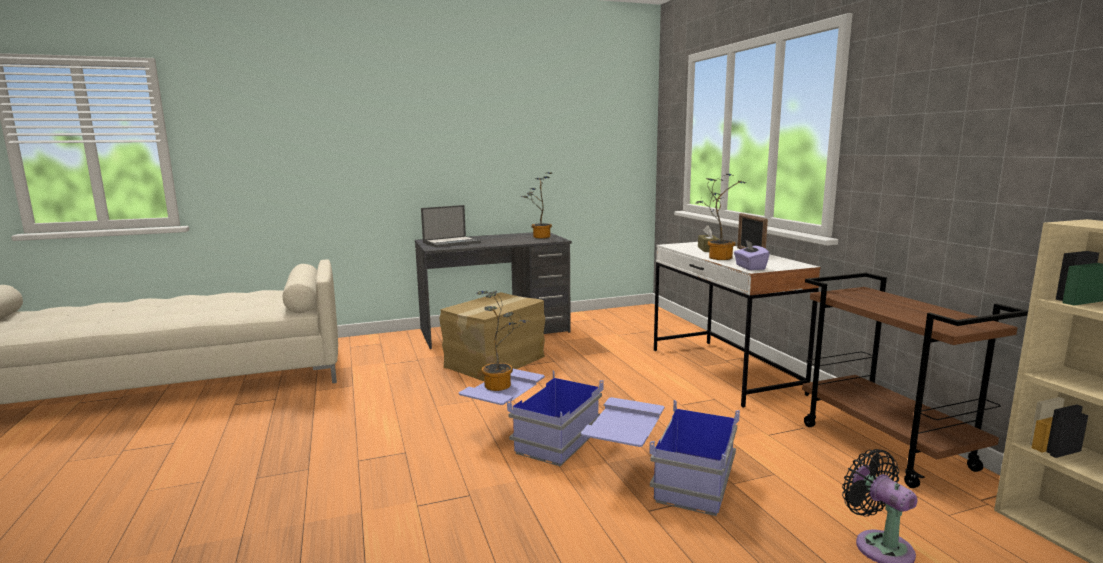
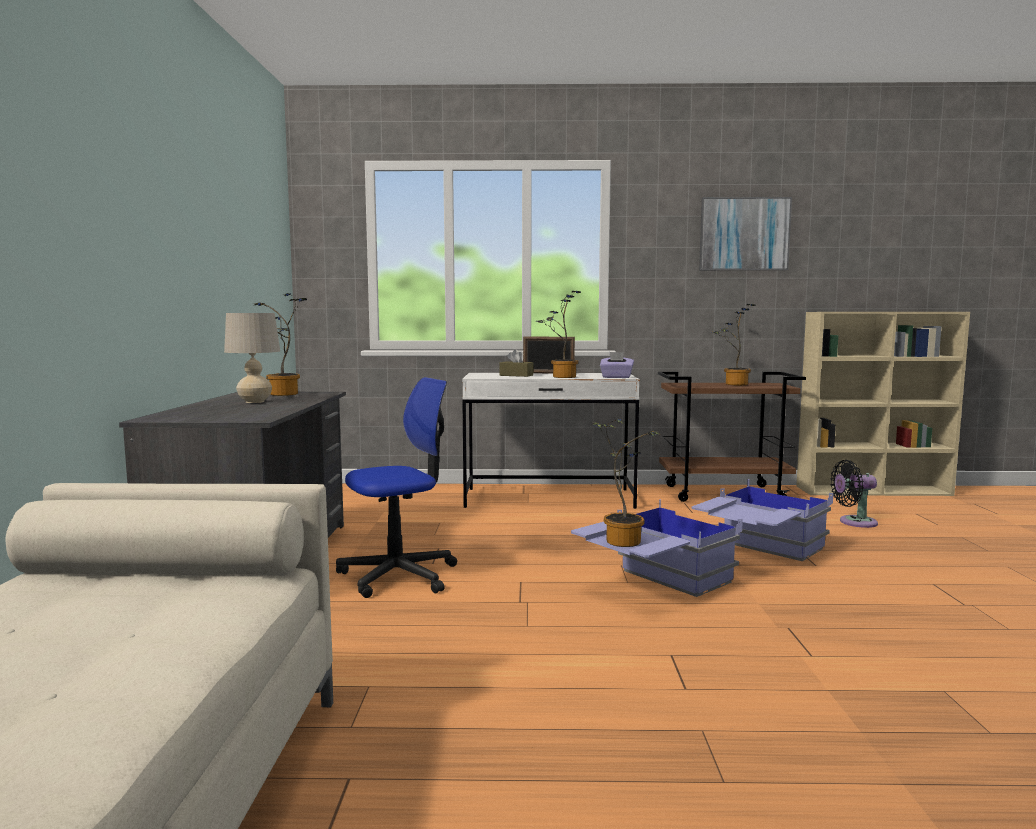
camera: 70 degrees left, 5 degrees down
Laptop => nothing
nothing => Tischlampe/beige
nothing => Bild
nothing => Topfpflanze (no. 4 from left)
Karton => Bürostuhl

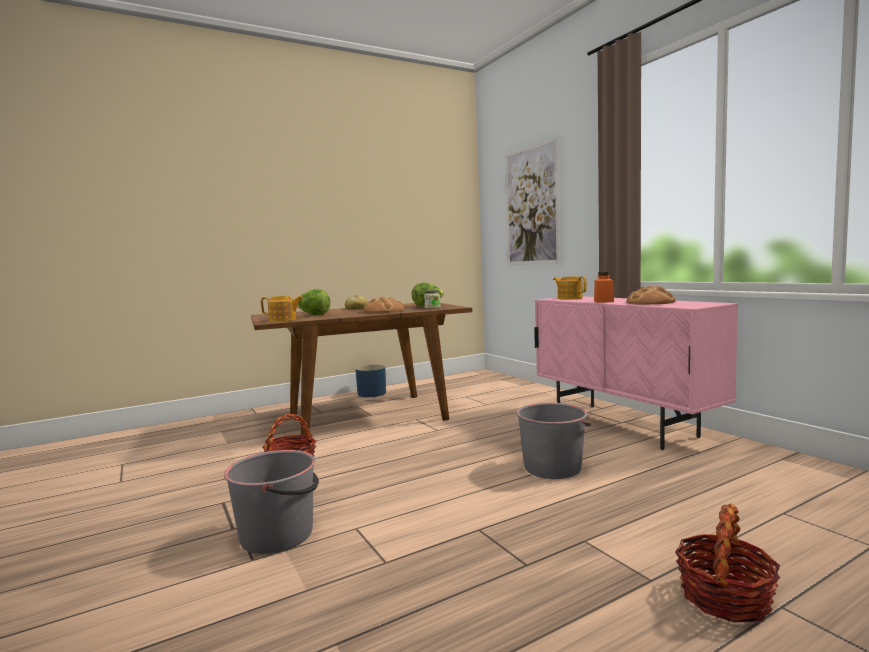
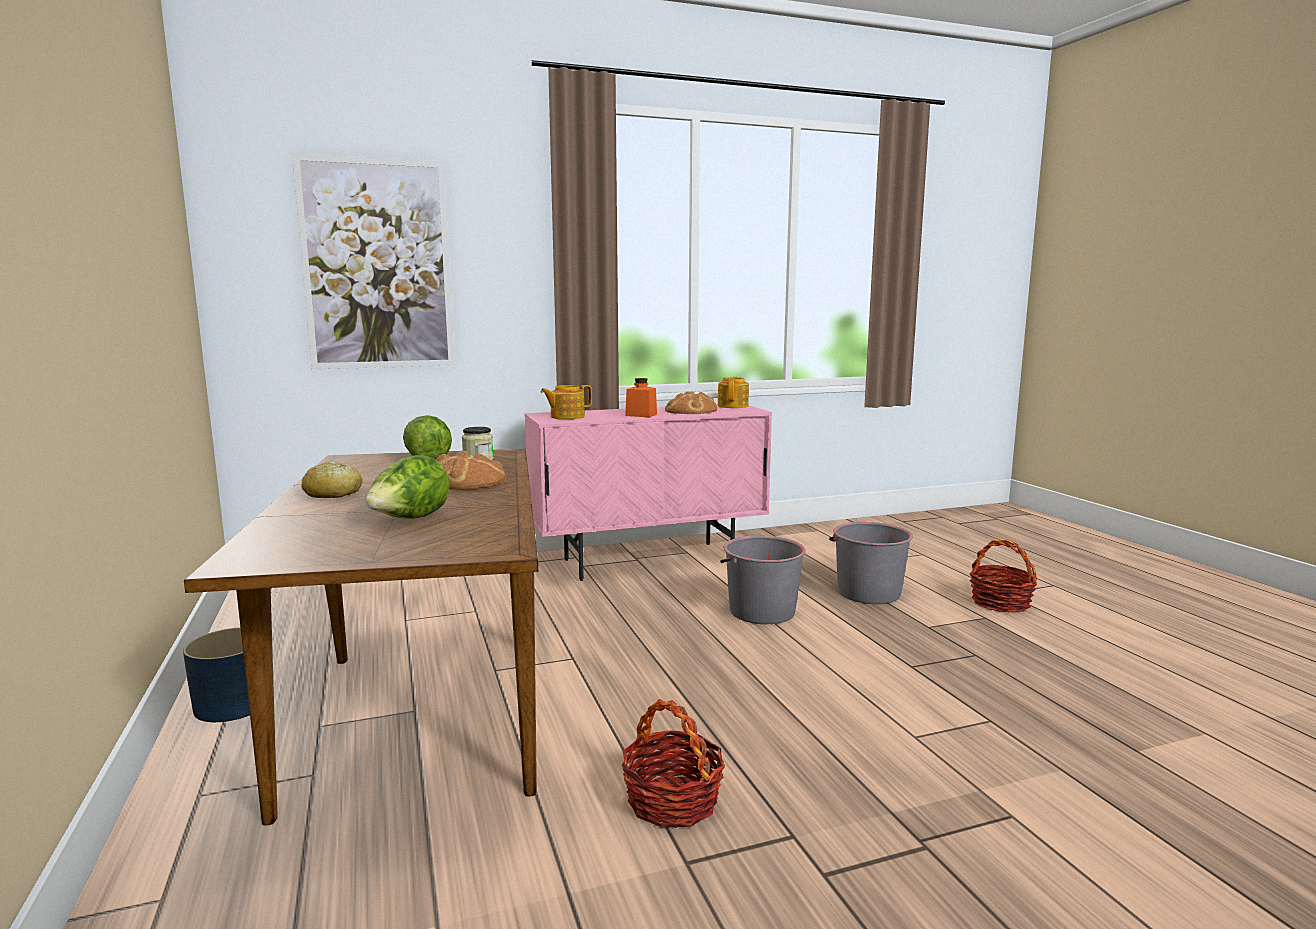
camera: 80 degrees left, 5 degrees up
Eimer/grau (no. 1 from left in the first image) => Eimer/grau (no. 2 from left), relocated
Teekanne (no. 1 from left in the first image) => Teekanne (no. 2 from left), relocated

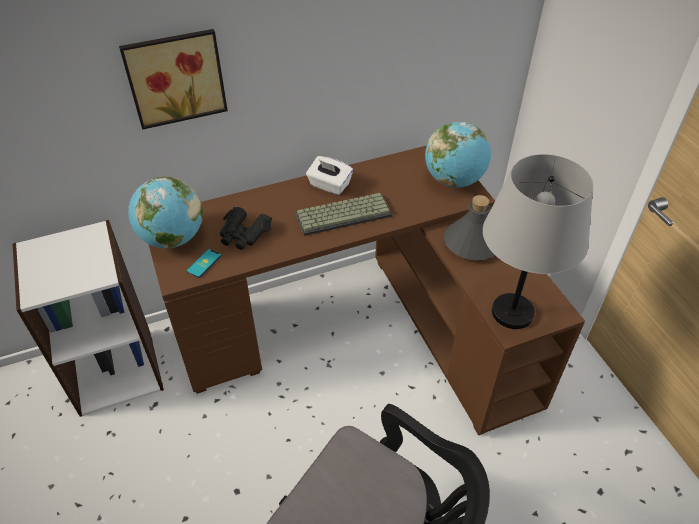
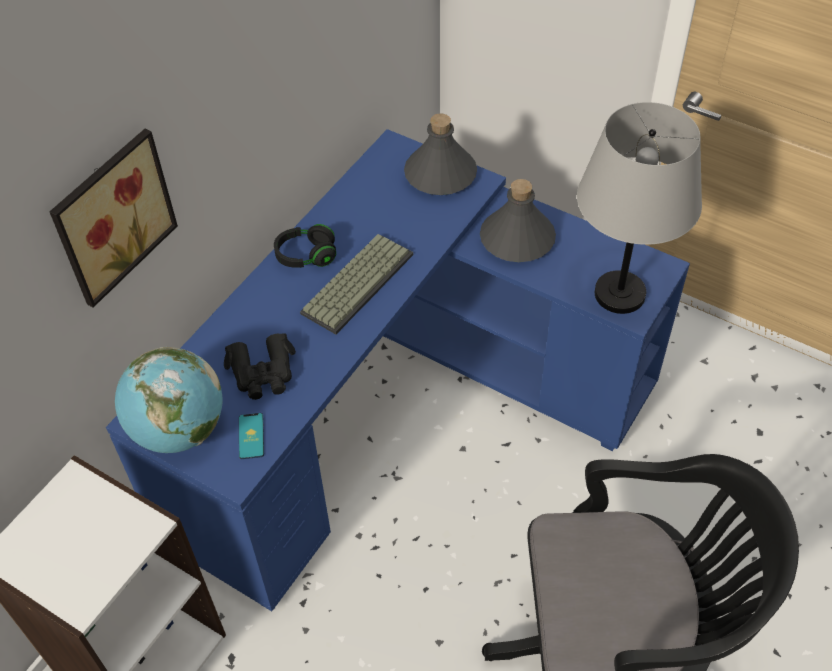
camera: 35 degrees left, 5 degrees up
Taschentuchbox/weiß => Kopfhörer/schwarz
Globus (no. 2 from left) => Flasche/grau (no. 1 from left)
Schreibtisch/braun => Schreibtisch/blau

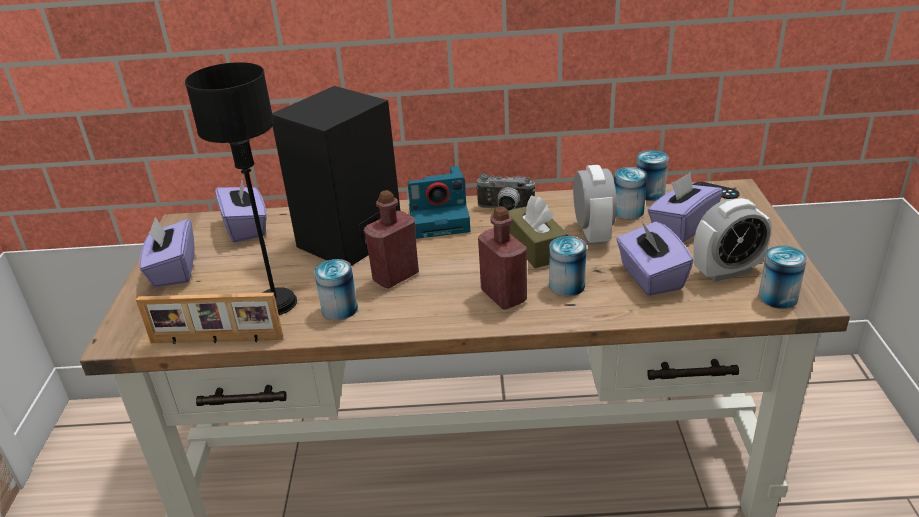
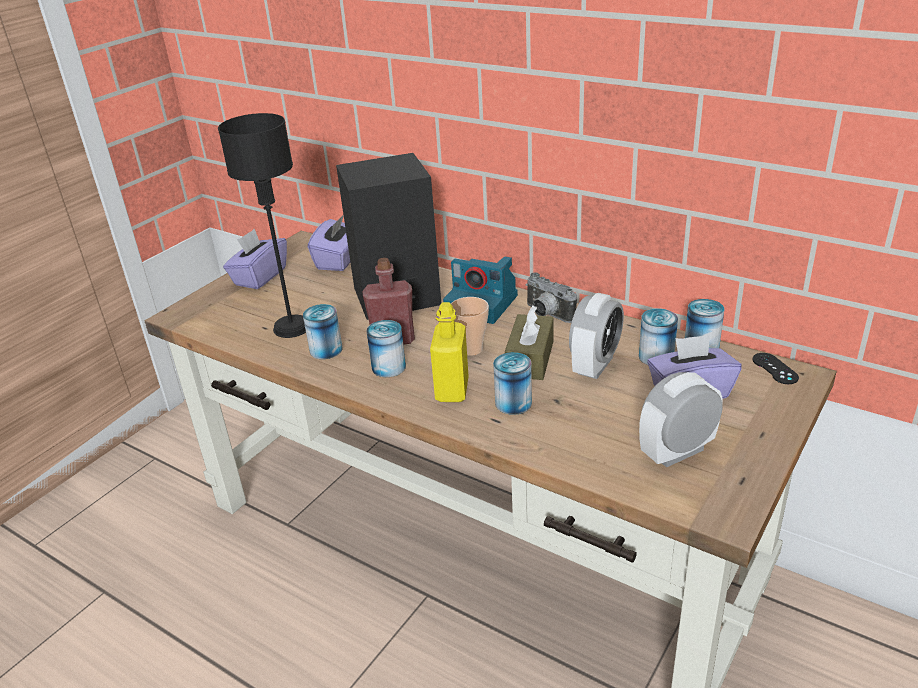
camera: 35 degrees right, 0 degrees up
Bilderrahmen => nothing
Taschentuchbox/lila (no. 3 from left) => nothing
nothing => Tasse
Dose (no. 5 from left in the first image) => Dose (no. 2 from left), relocated
Flasche/rot (no. 2 from left) => Flasche/gelb
Wecker (no. 2 from left), 135 degrees clockwise

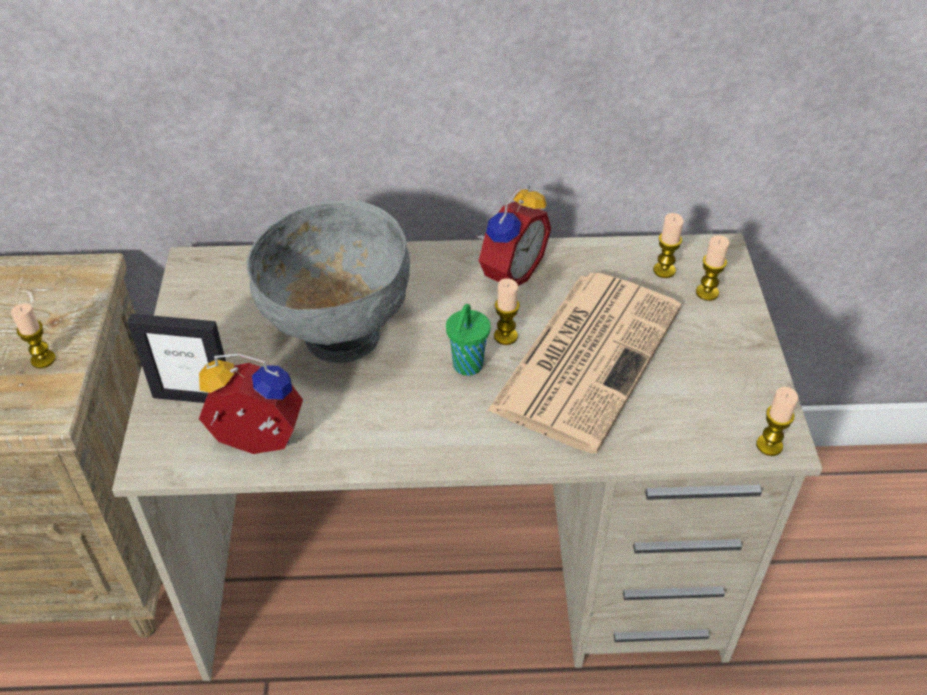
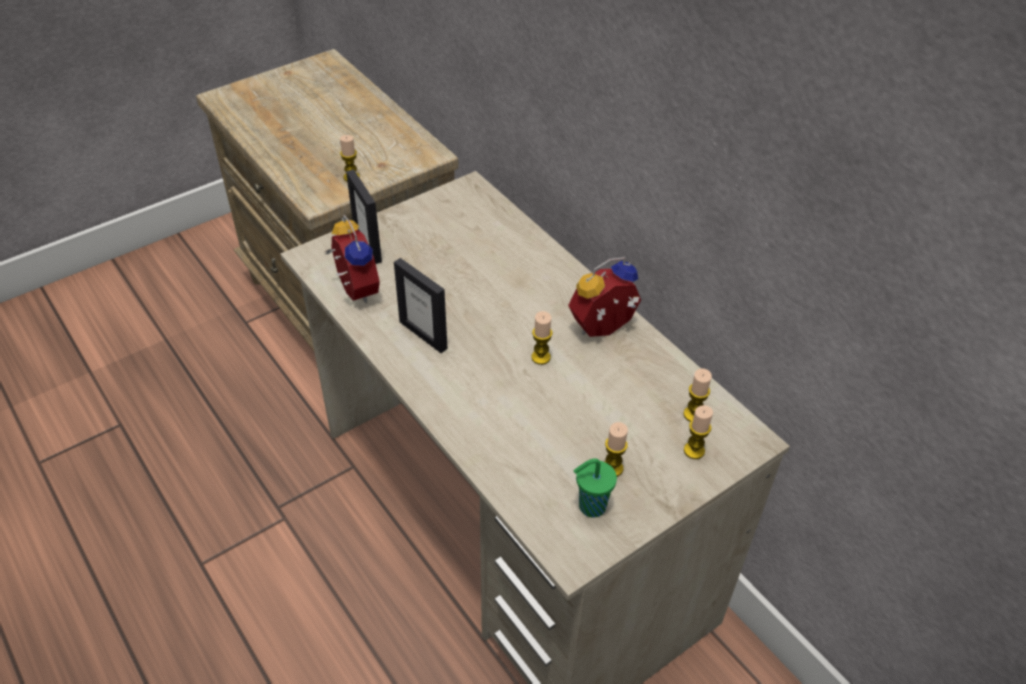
camera: 55 degrees right, 0 degrees up
Schüssel/grau => nothing
Zeitung => nothing
nothing => Bilderrahmen (no. 2 from left)
Tasse/grün, relocated
Kerze (no. 5 from left in the first image) => Kerze (no. 3 from left), relocated
Wecker (no. 2 from left), 150 degrees clockwise

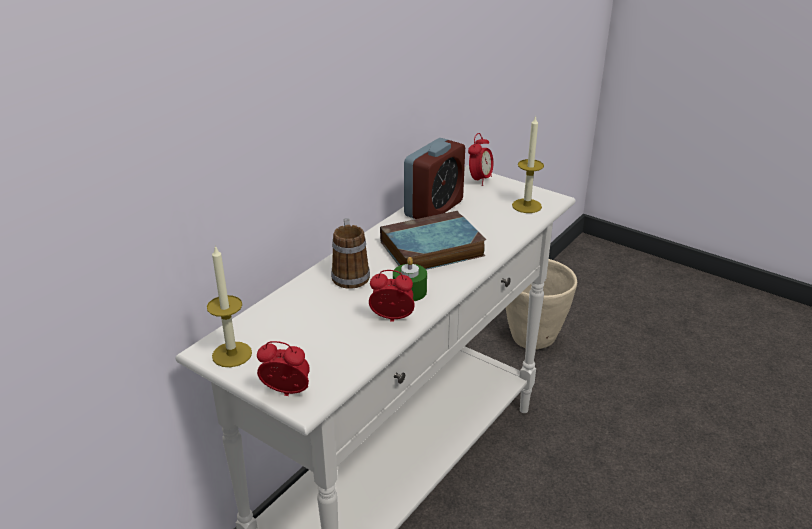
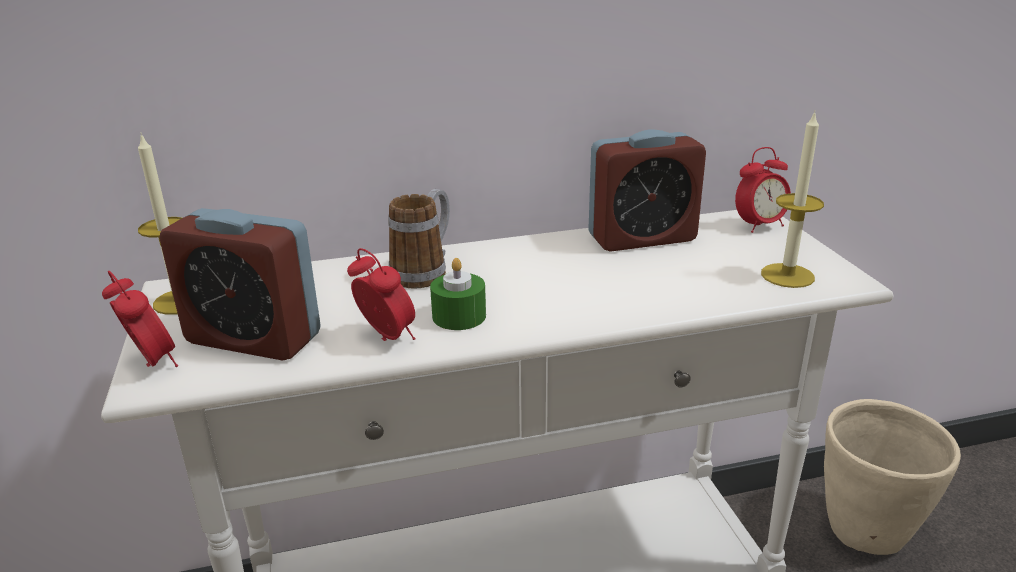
camera: 40 degrees right, 5 degrees down
Buch => nothing
nothing => Wecker (no. 2 from left)

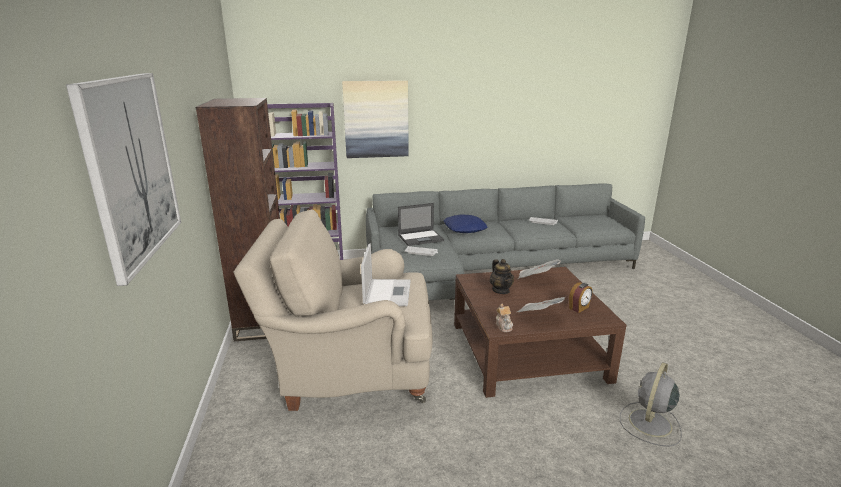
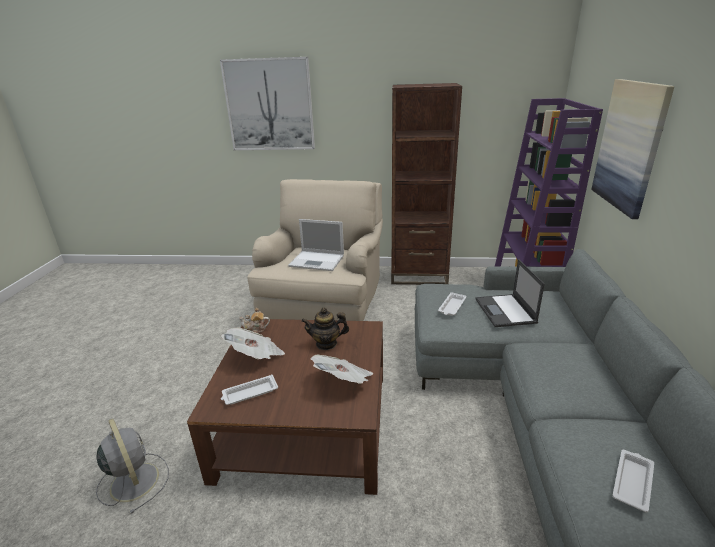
camera: 105 degrees right, 5 degrees up
Kissen/blau => nothing
Wecker => Tablett/weiß (no. 1 from left)

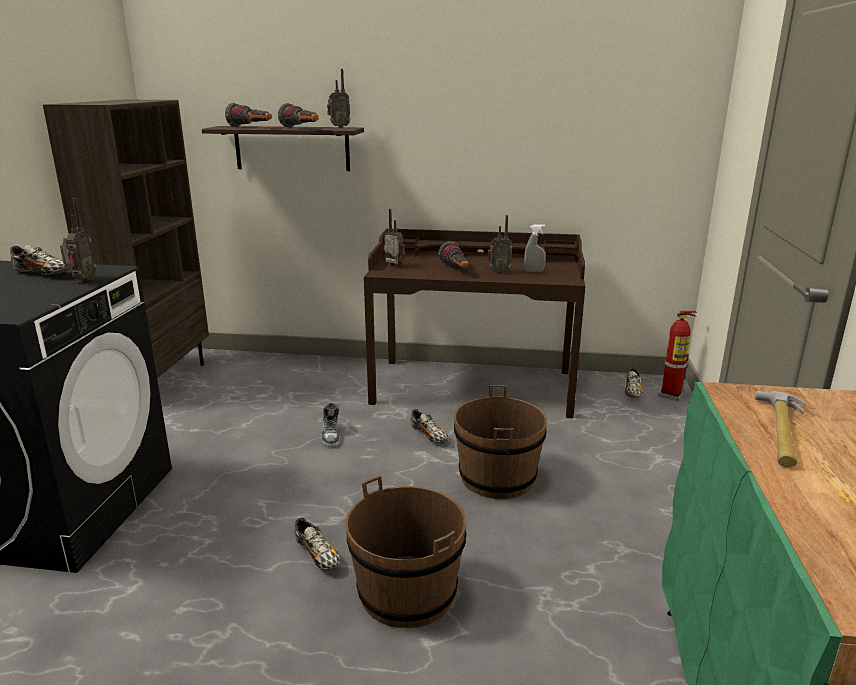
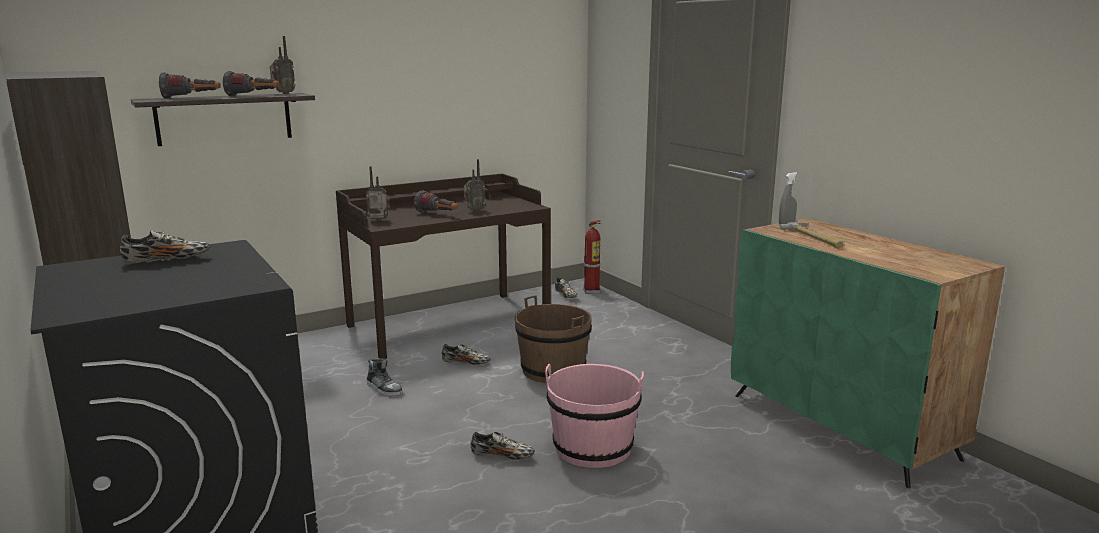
camera: 40 degrees left, 5 degrees down
Radio (no. 1 from left) => nothing
Sprühflasche/grau, relocated
Eimer/braun (no. 1 from left) => Eimer/rosa

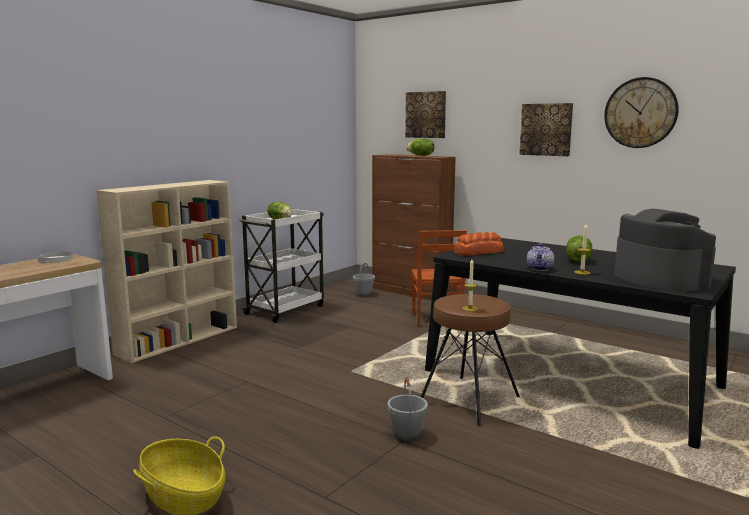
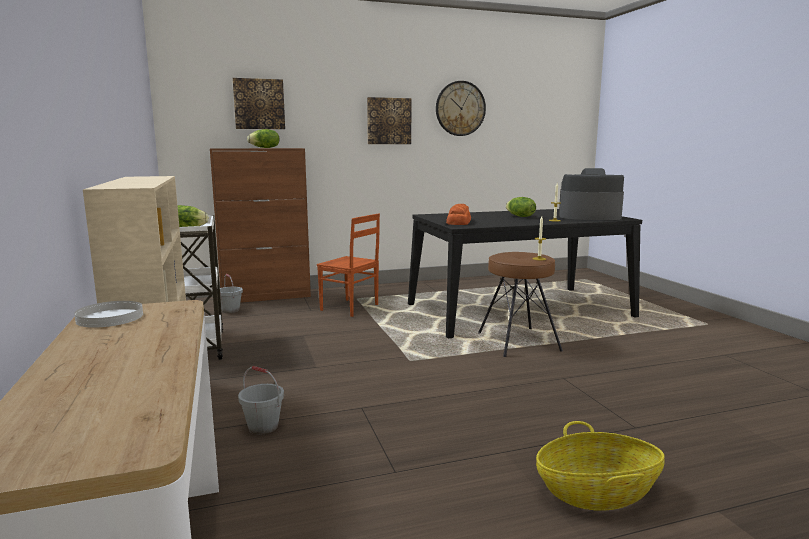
camera: 55 degrees left, 0 degrees up
Teekanne => nothing
Eimer/grau (no. 2 from left), relocated

